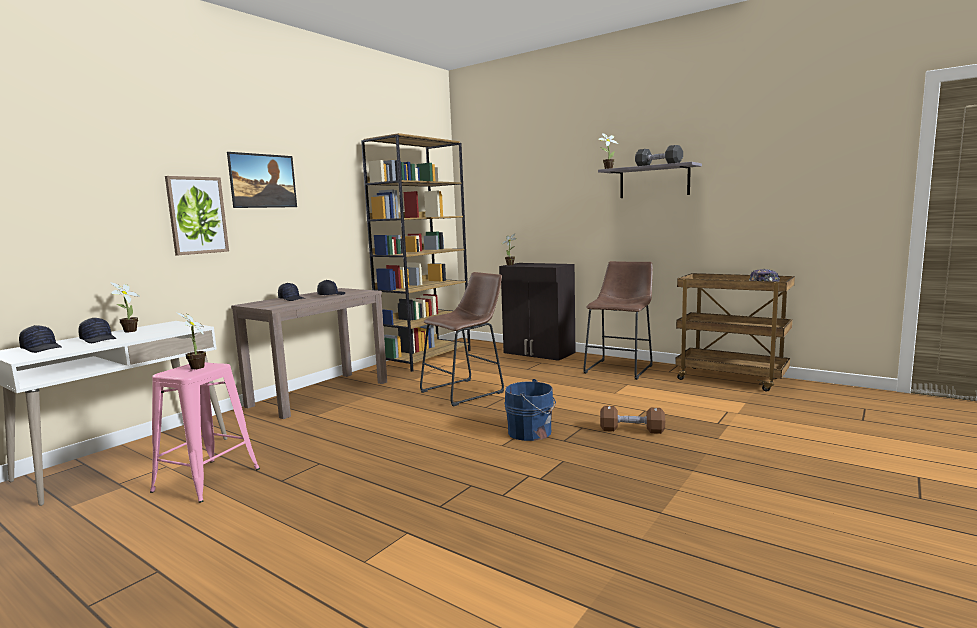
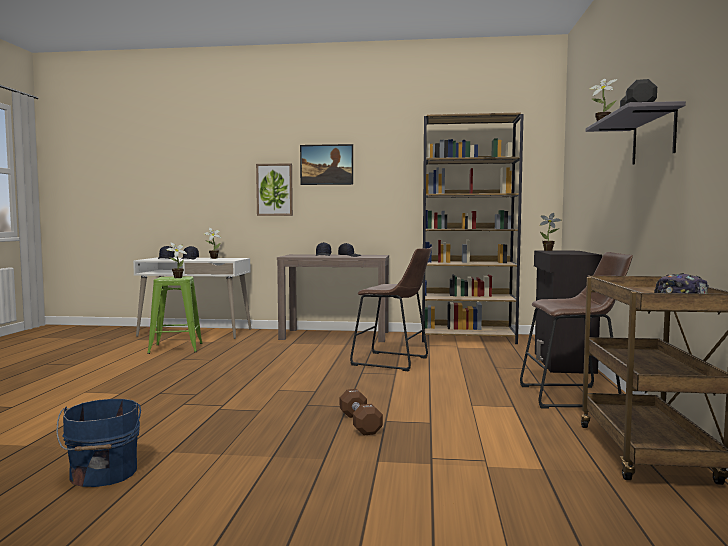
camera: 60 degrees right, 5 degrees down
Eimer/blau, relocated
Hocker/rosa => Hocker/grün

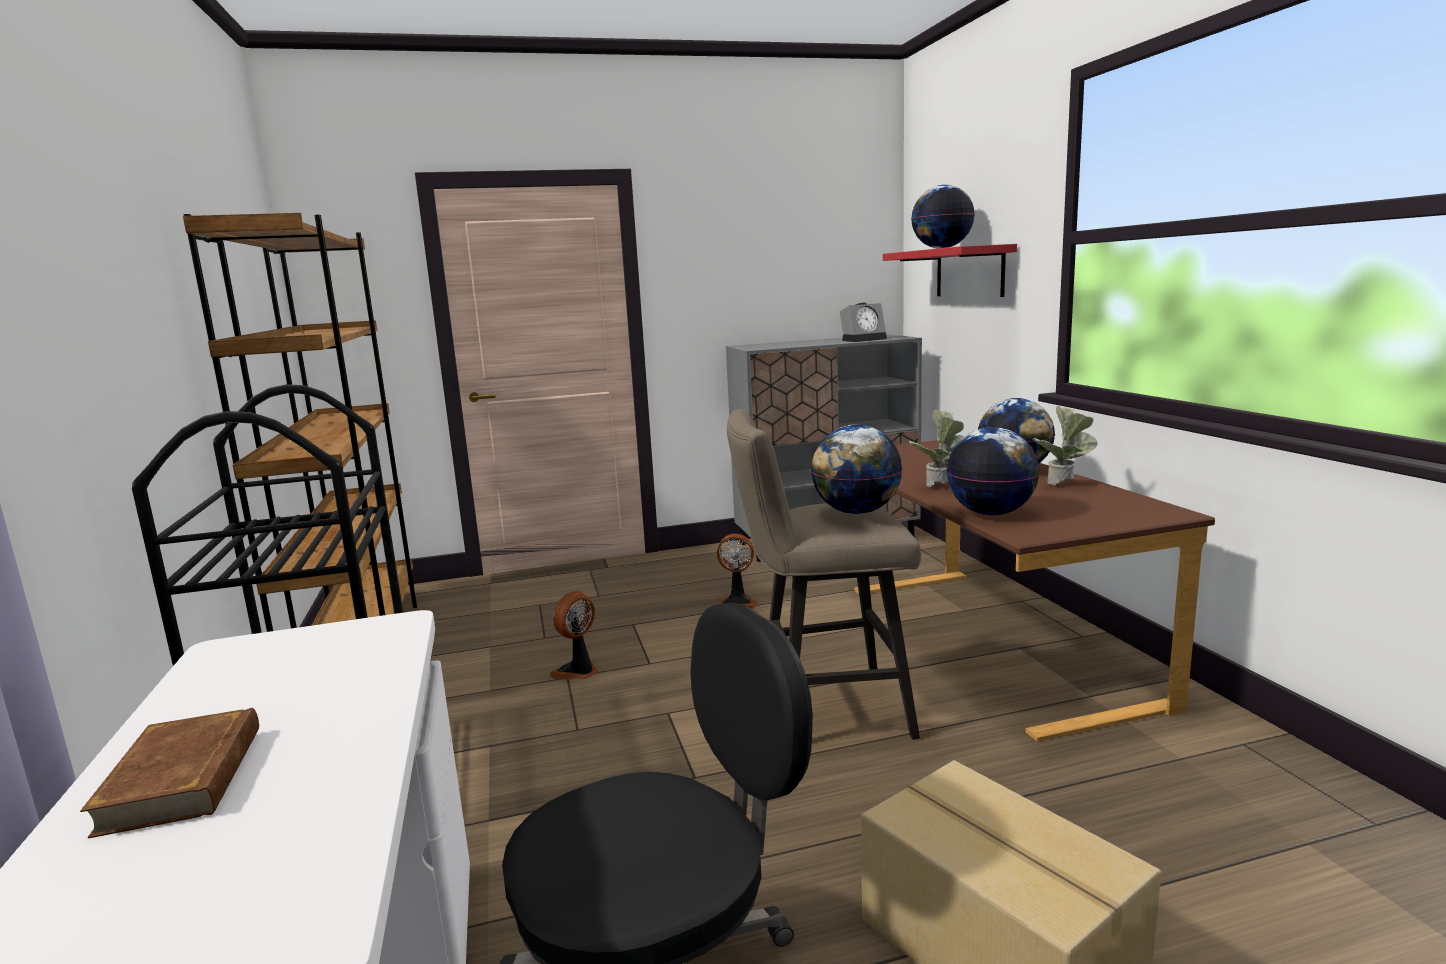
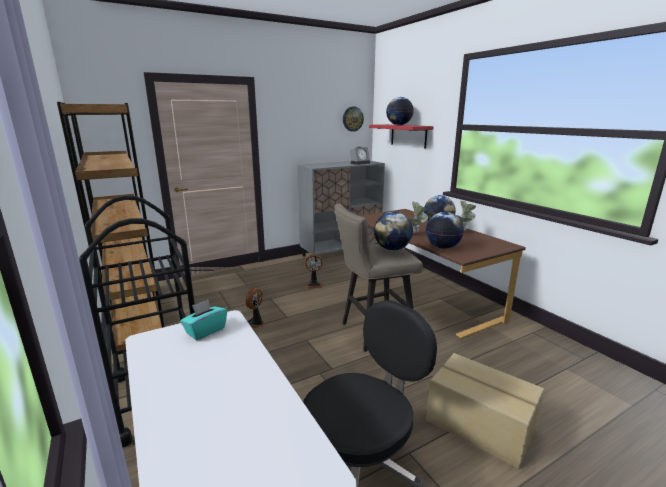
camera: 15 degrees left, 5 degrees up
Buch/braun => nothing
nothing => Taschentuchbox/türkis
nothing => Wanduhr

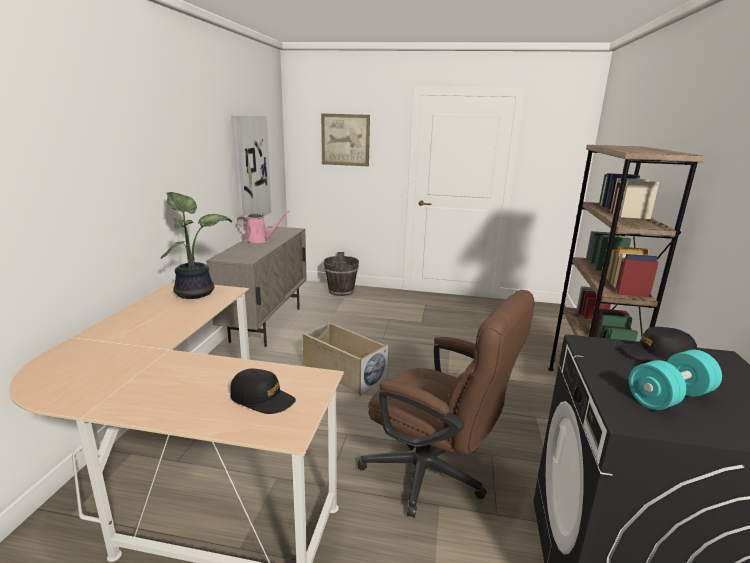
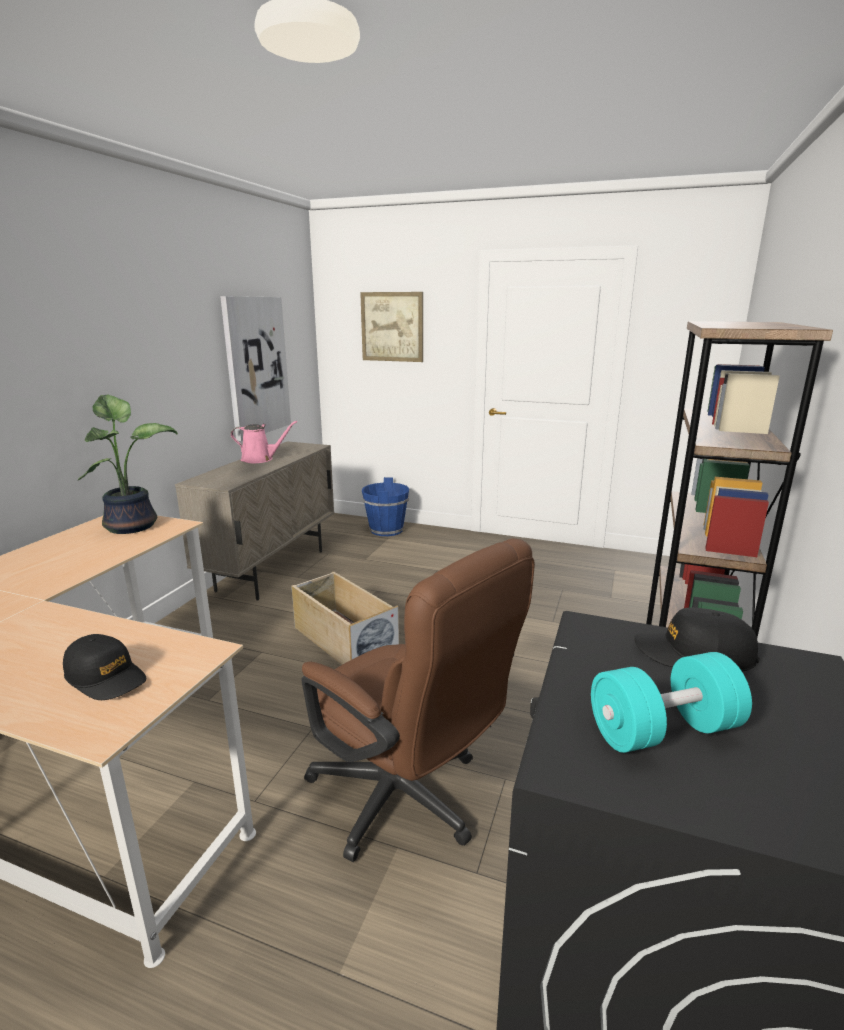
camera: 10 degrees right, 0 degrees up
Eimer/braun => Eimer/blau

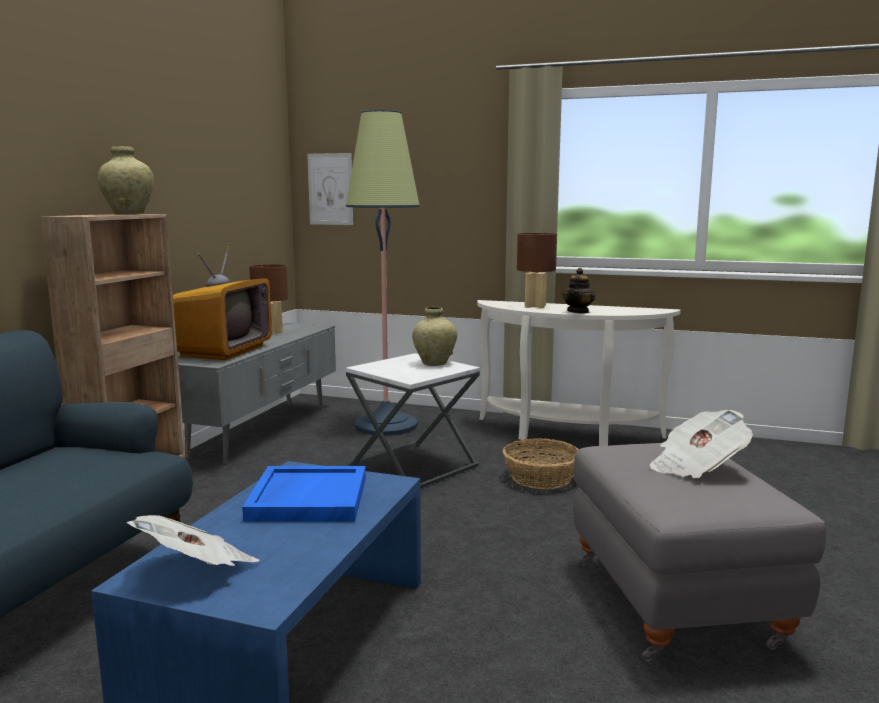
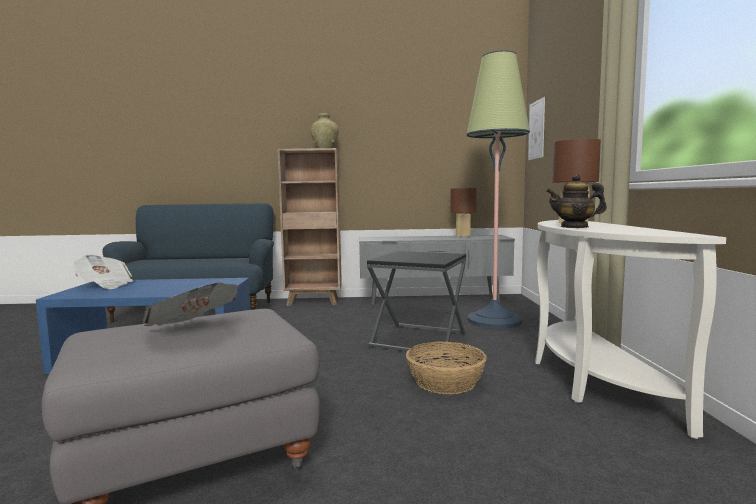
camera: 70 degrees right, 5 degrees down
Fernseher => nothing
Tablett/blau => nothing
Vase/beige (no. 2 from left) => nothing
Beistelltisch/weiß => Beistelltisch/schwarz

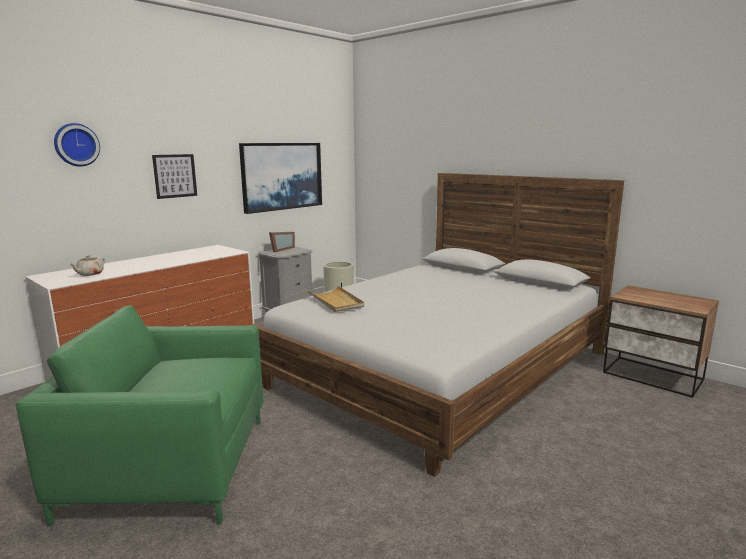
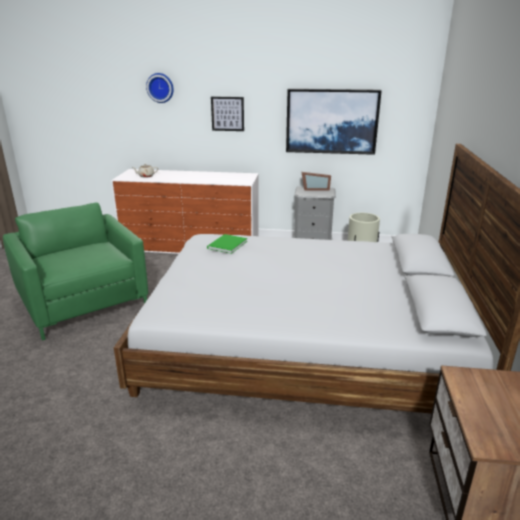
camera: 55 degrees right, 10 degrees up
Tablett/beige => Buch/grün

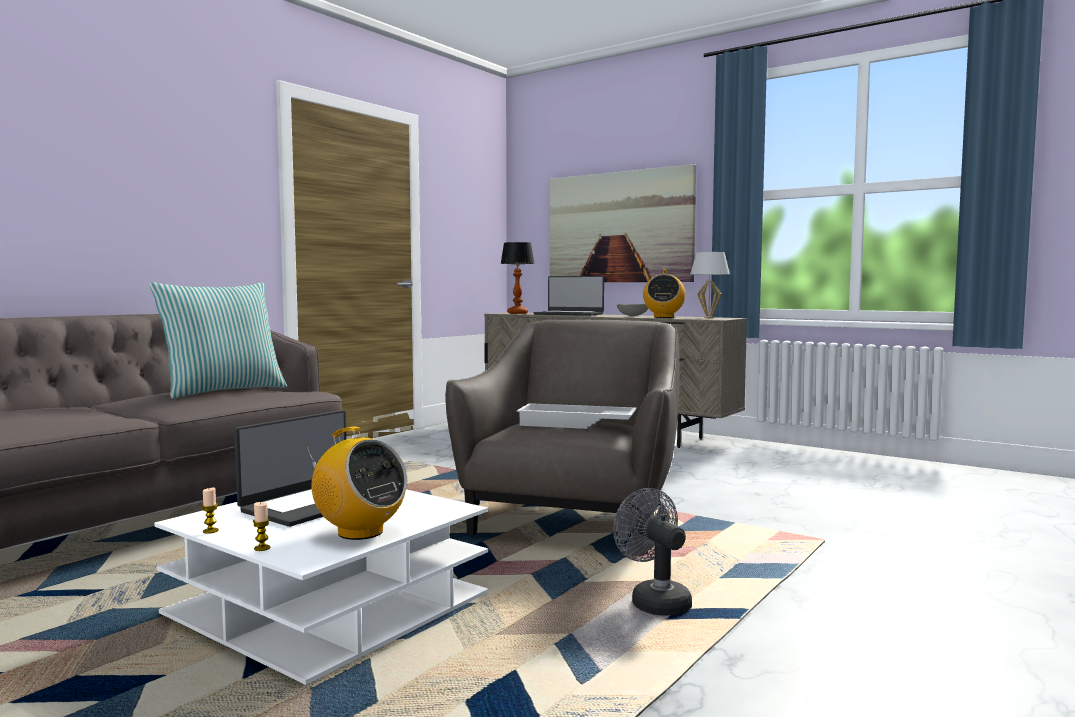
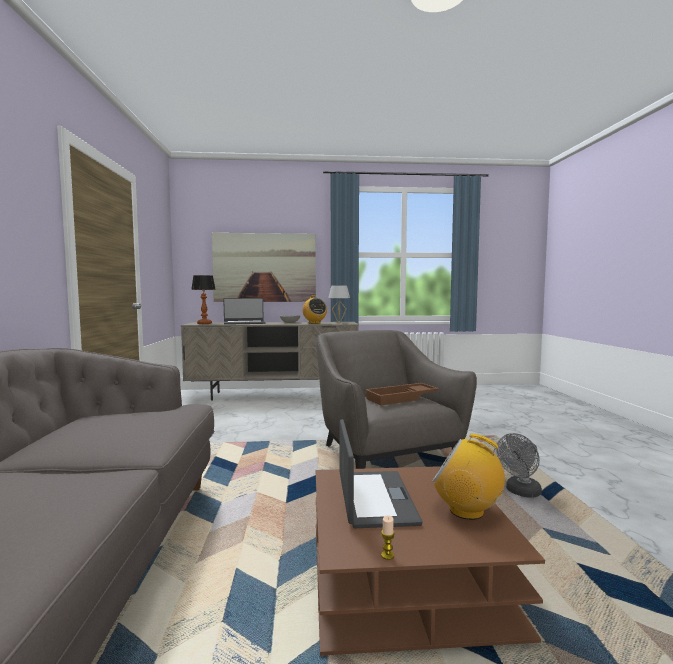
camera: 40 degrees left, 0 degrees up
Kissen => nothing
Kerze (no. 2 from left) => nothing
Couchtisch/weiß => Couchtisch/braun
Tablett/weiß => Tablett/braun
Radio (no. 1 from left in the first image) => Radio (no. 2 from left), 150 degrees counterclockwise
Ventilator/grau, 60 degrees counterclockwise

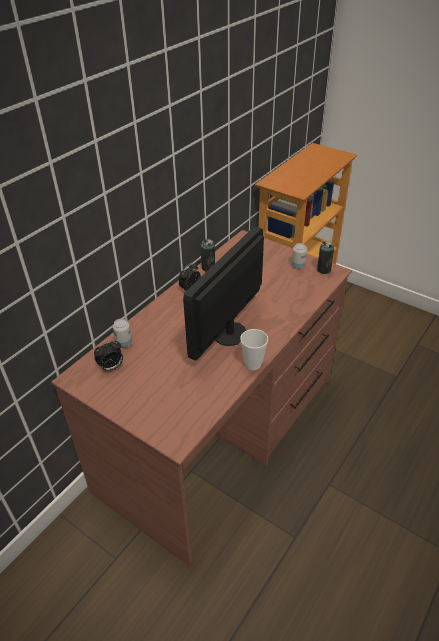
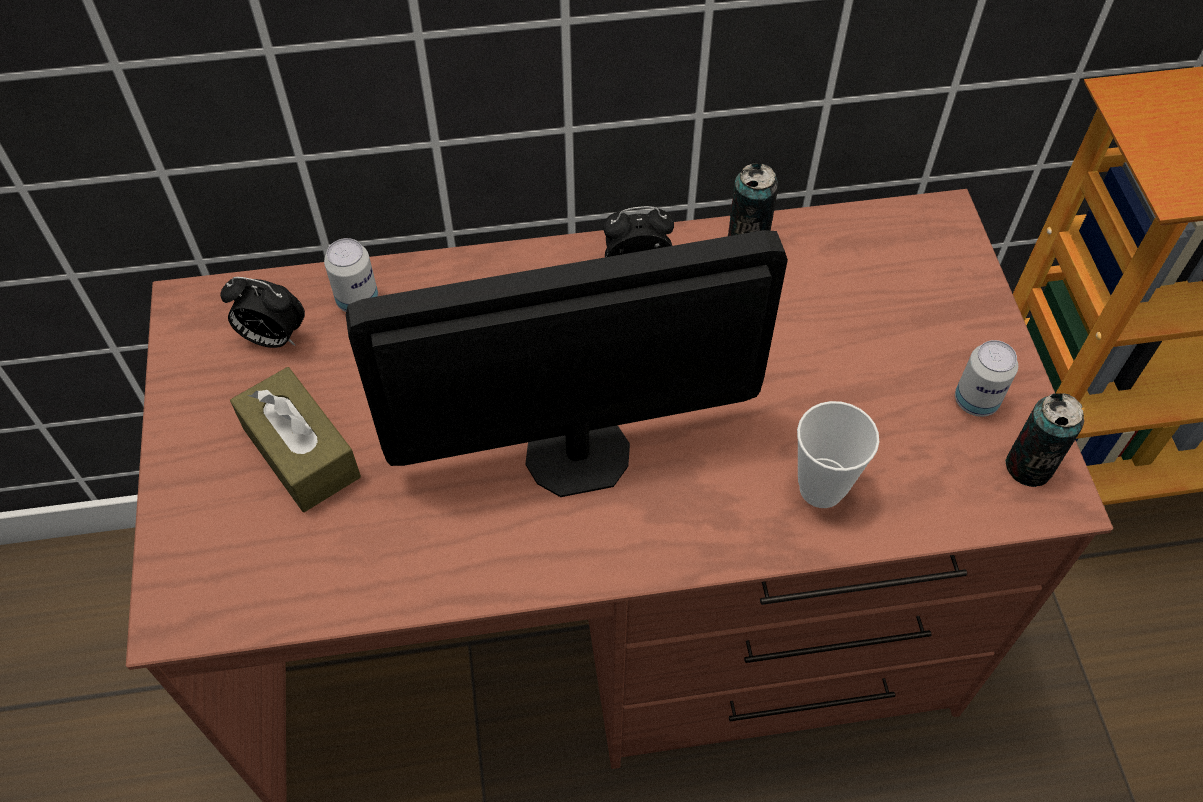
camera: 45 degrees right, 15 degrees up
nothing => Taschentuchbox/braun
Tasse, relocated

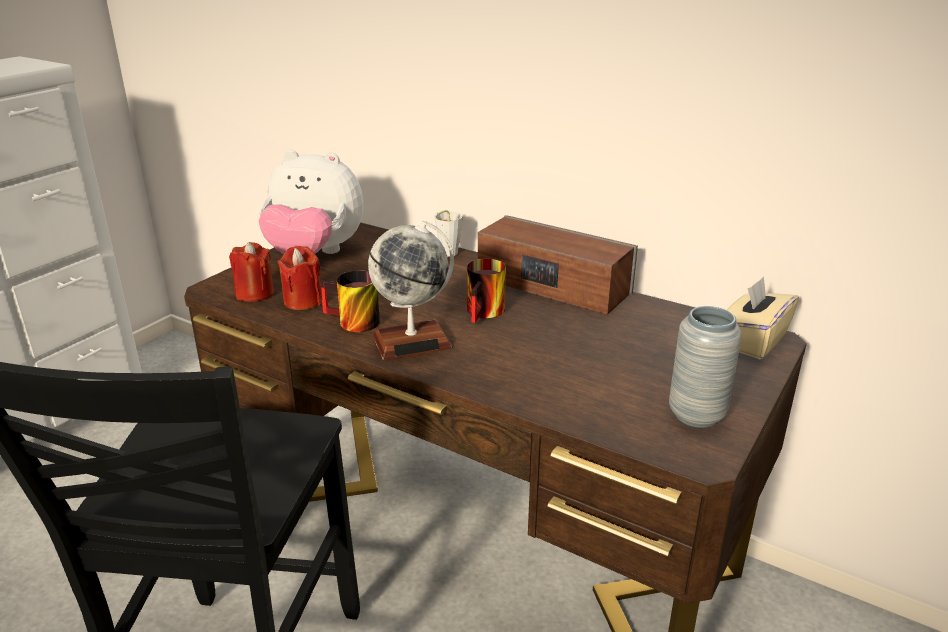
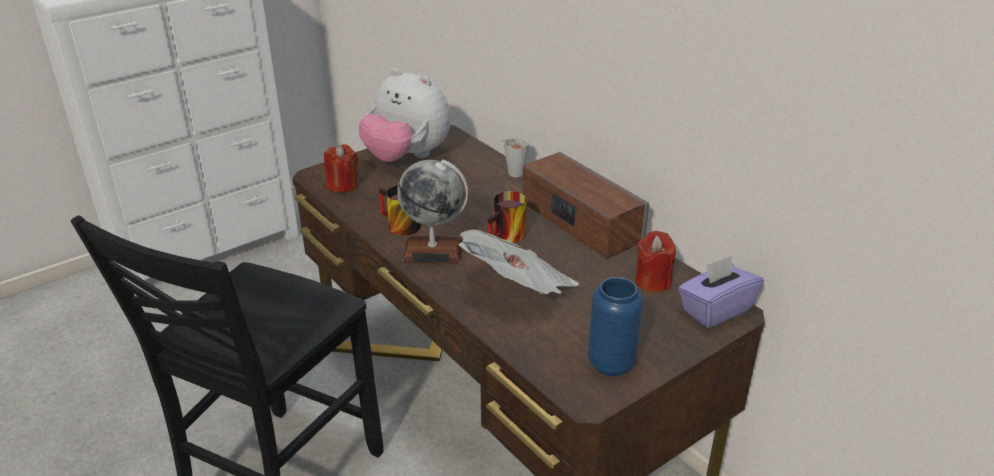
camera: 20 degrees right, 5 degrees up
nothing => Zeitung
Kerze/rot (no. 2 from left), relocated
Vase/grau => Vase/blau
Taschentuchbox/beige => Taschentuchbox/lila

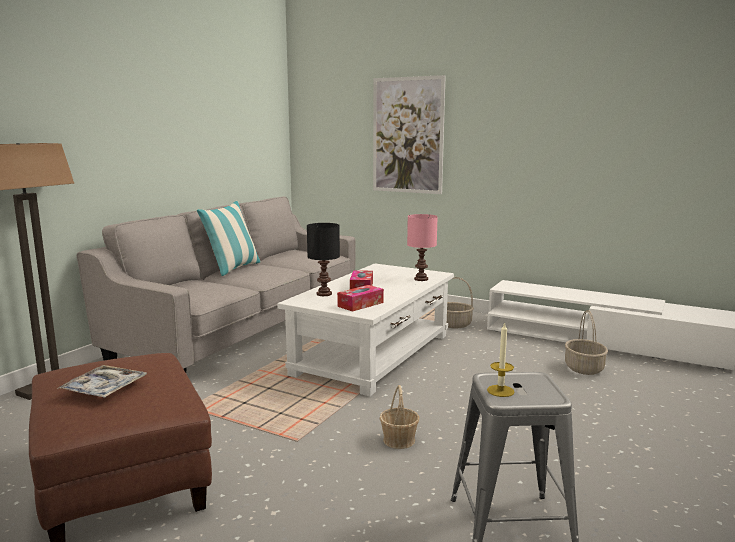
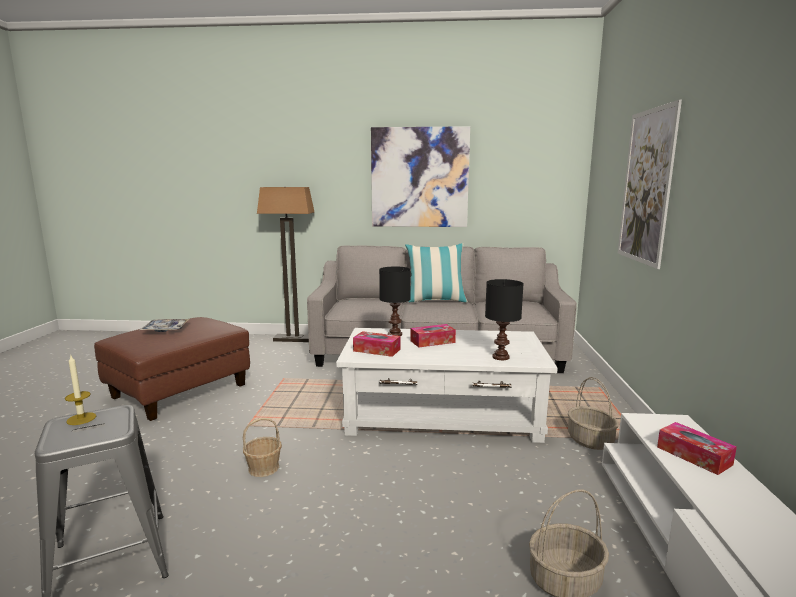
camera: 65 degrees right, 0 degrees up
nothing => Bild (no. 1 from left)
nothing => Taschentuchbox (no. 3 from left)
Tischlampe/rosa => Tischlampe/schwarz (no. 2 from left)

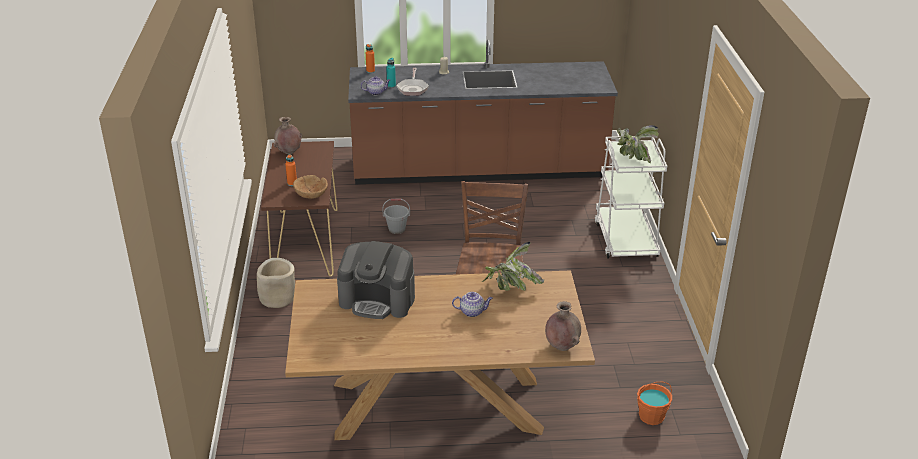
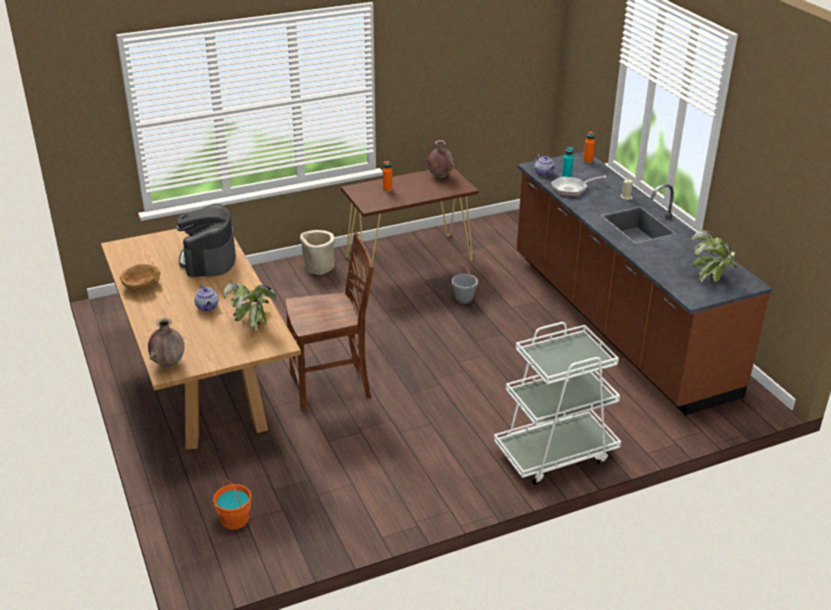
camera: 70 degrees right, 0 degrees up
Schüssel/braun, relocated
Topfpflanze (no. 2 from left), relocated

